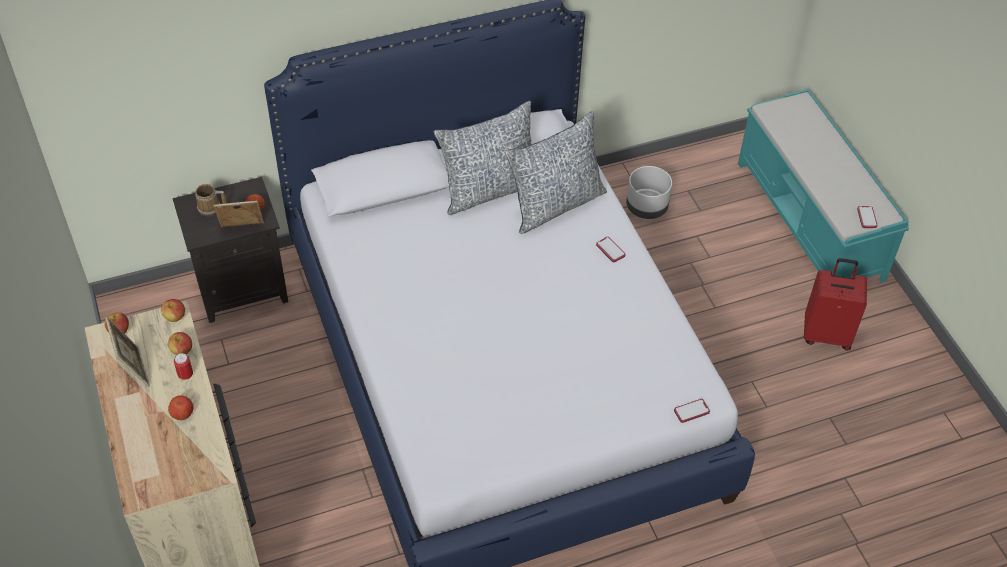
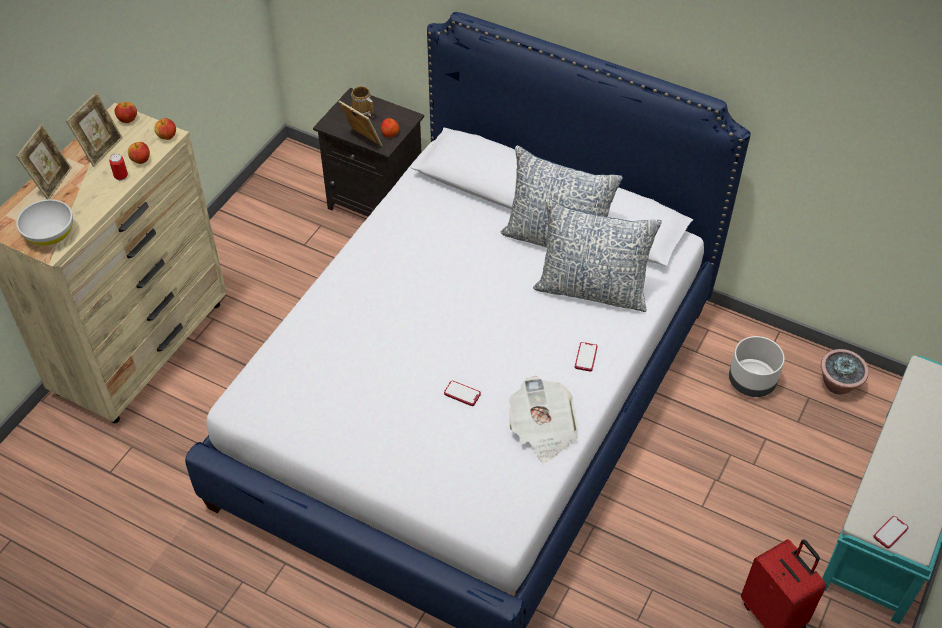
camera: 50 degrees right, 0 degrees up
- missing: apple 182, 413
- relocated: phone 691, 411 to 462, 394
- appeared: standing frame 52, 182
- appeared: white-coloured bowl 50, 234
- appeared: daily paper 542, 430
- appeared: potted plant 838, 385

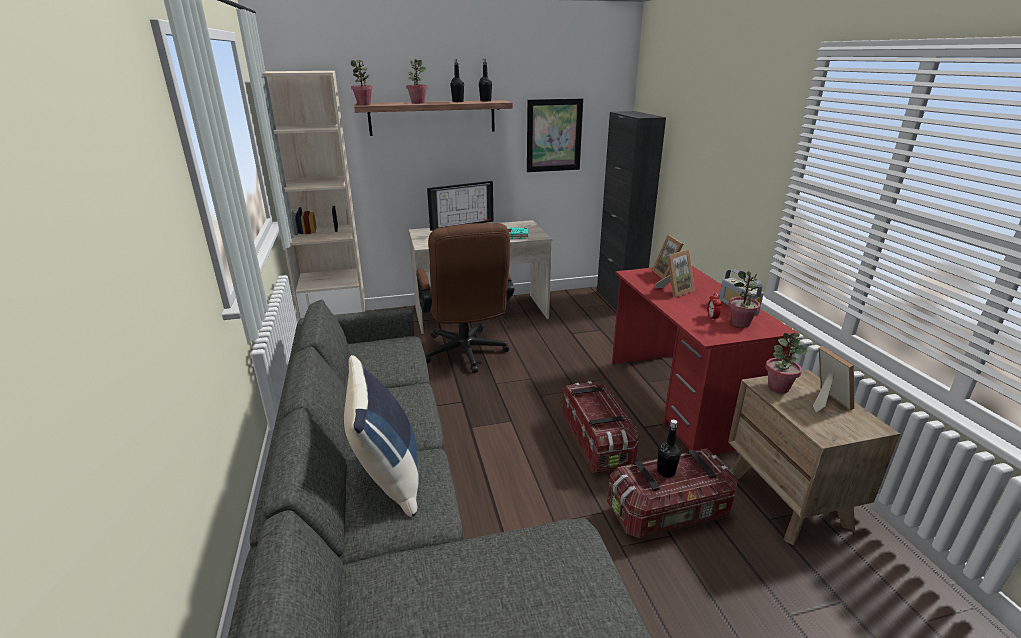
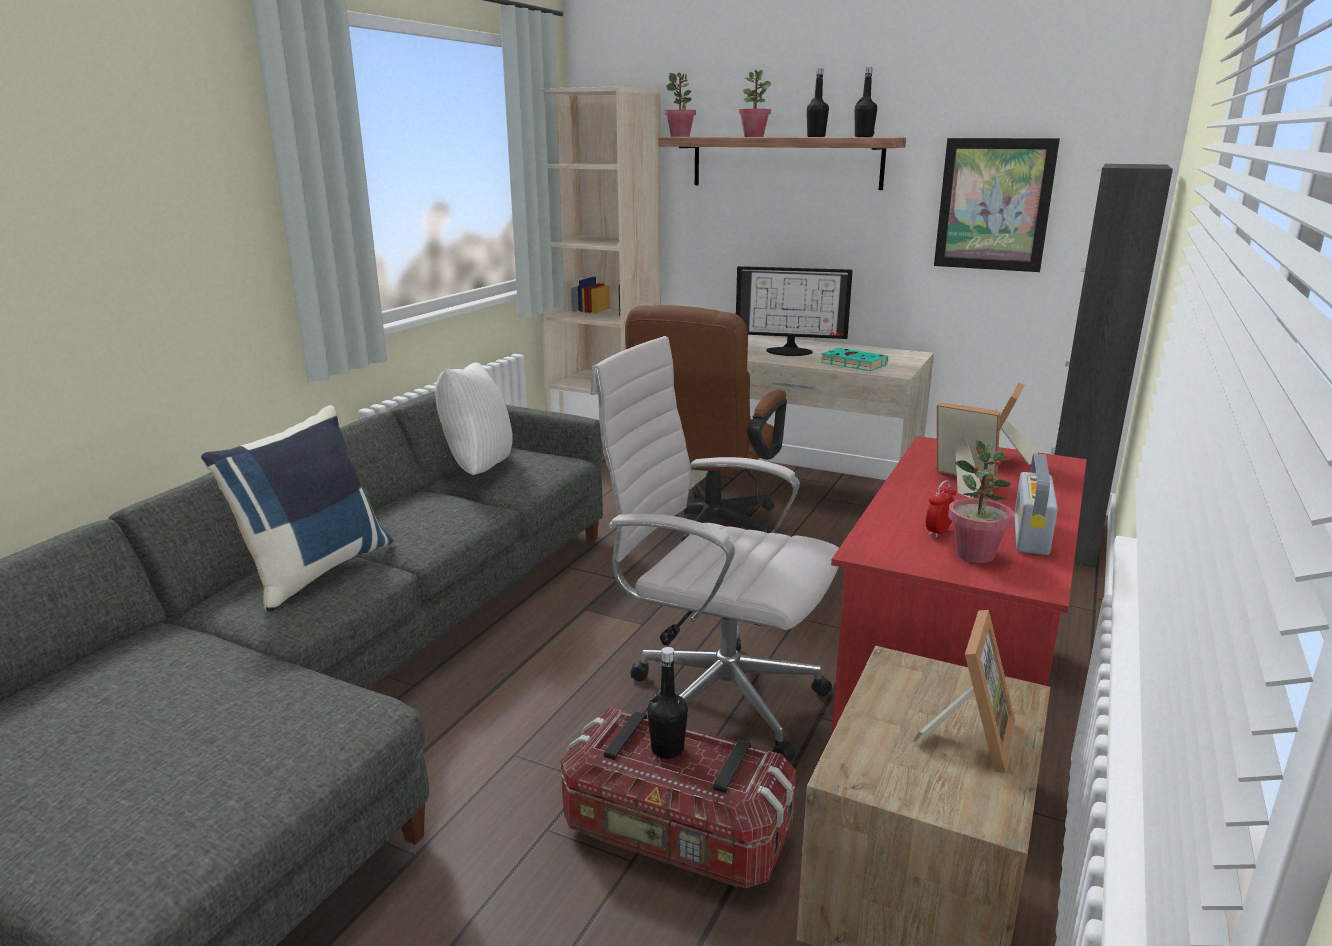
camera: 40 degrees right, 5 degrees down
- exchanged: storage container 597, 442 to white-coloured desk chair 715, 700
- spun: standing frame 675, 290 = 960, 483 150 degrees counterclockwise
- missing: potted plant 778, 388
- appeared: white-coloured pillow 477, 469

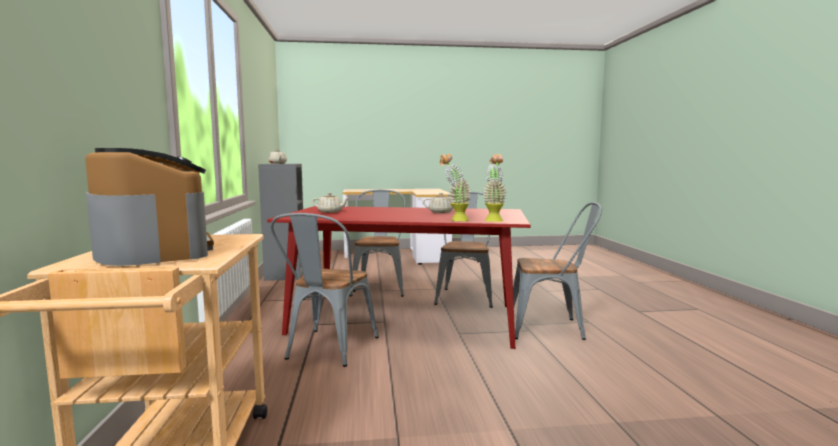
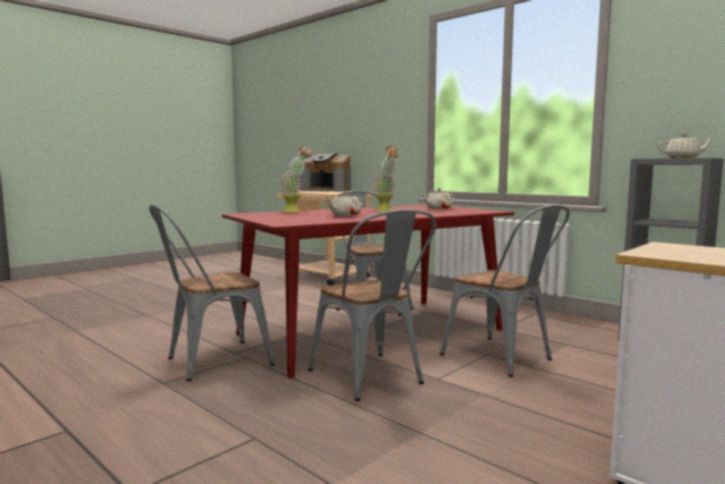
camera: 140 degrees right, 0 degrees up
- relocated: potted plant 493, 220 to 386, 211

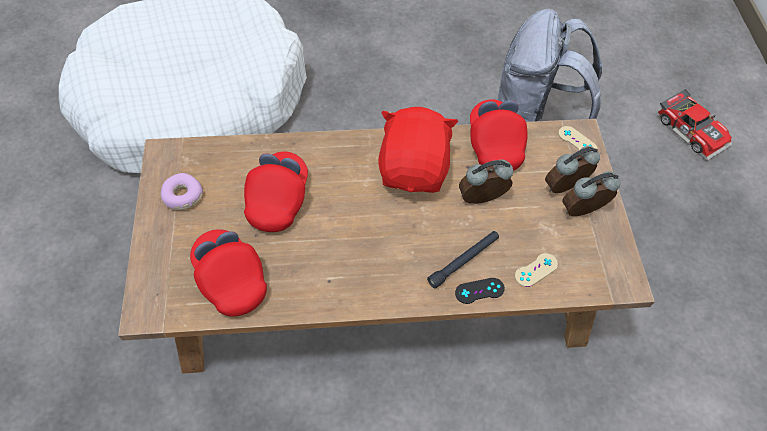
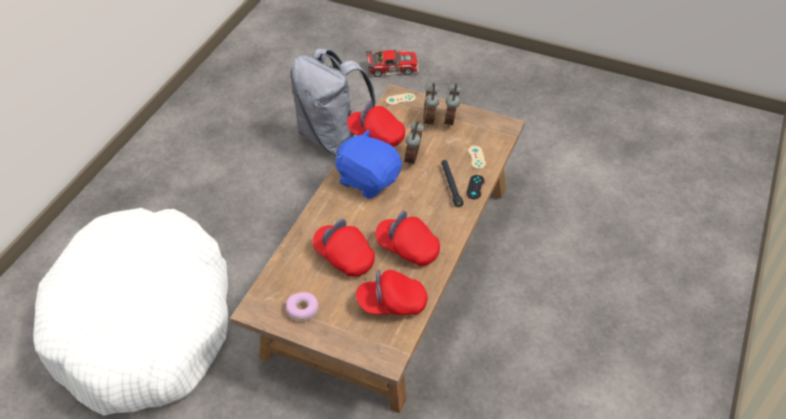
camera: 60 degrees left, 10 degrees down
- colour: red soft toy 414, 169 to bluish soft toy 368, 180
- appeared: red baseball cap 407, 248

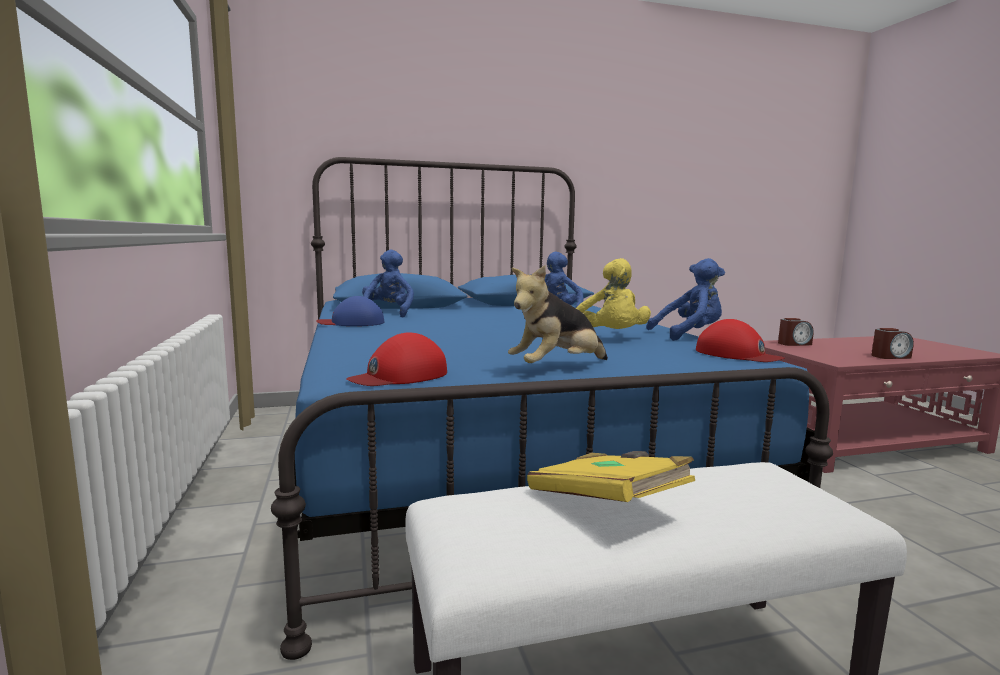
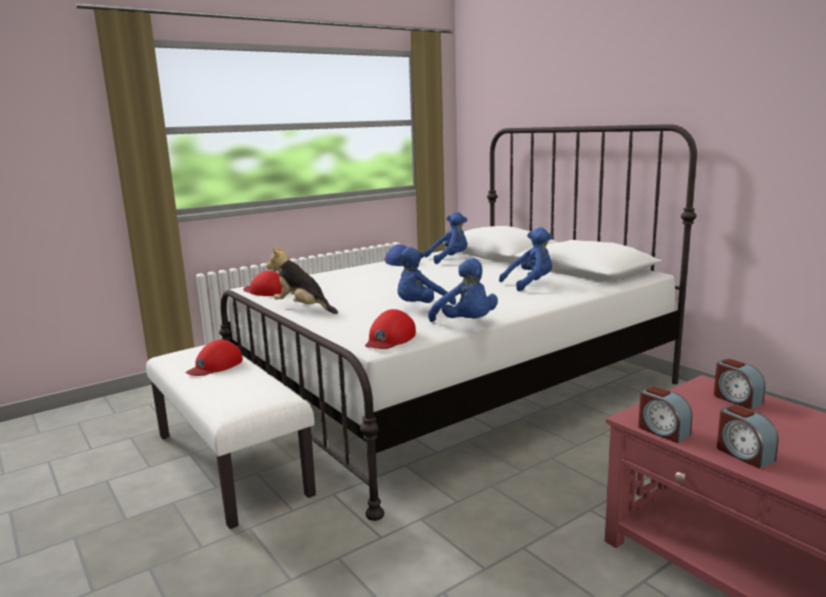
camera: 70 degrees right, 5 degrees up
- colour: bluish bed 492, 462 to white-coloured bed 453, 389
- exchanged: yellow-coloured bound book 607, 504 to red baseball cap 215, 366
- colour: yellow-coloured soft toy 611, 337 to bluish soft toy 421, 308
- appeared: alarm clock 662, 431

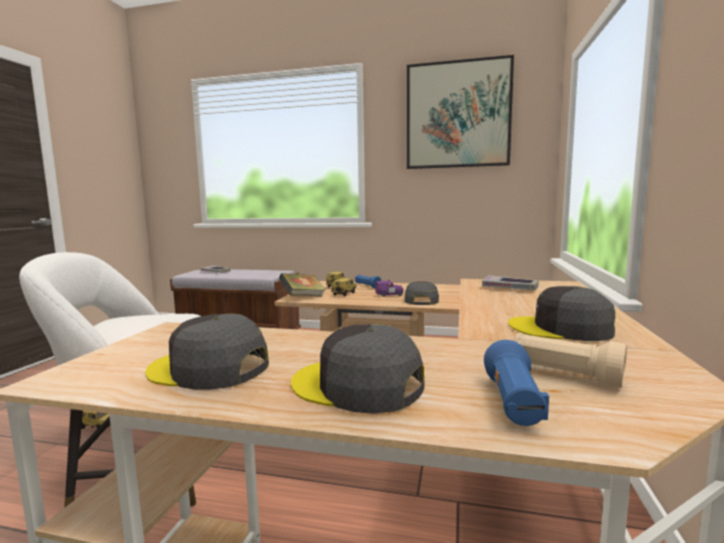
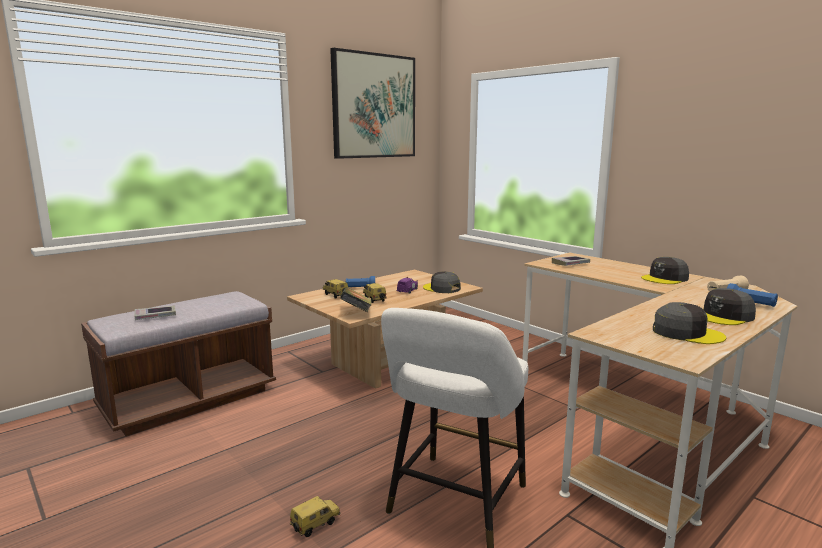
camera: 55 degrees left, 5 degrees up
- spun: greyish baseball cap 208, 369 = 686, 333 120 degrees counterclockwise

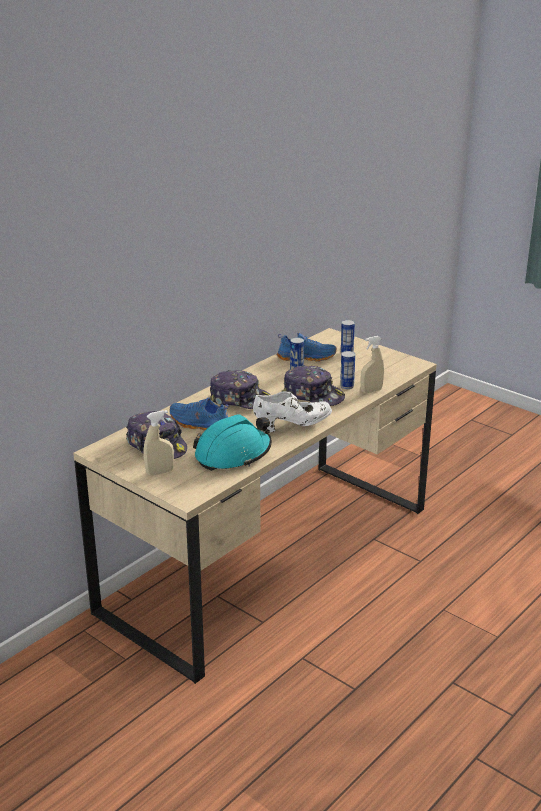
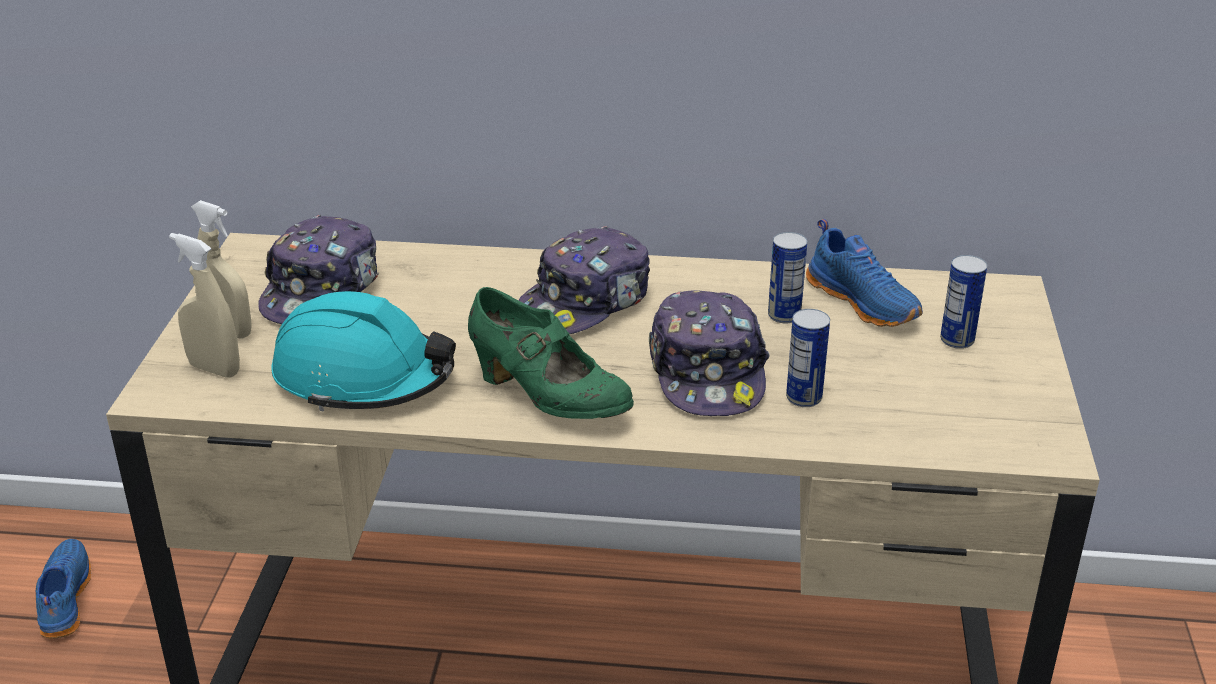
camera: 55 degrees right, 5 degrees up
- relocated: bluish item of footwear 199, 425 to 63, 599
- spun: baseball cap 240, 400 = 586, 302 60 degrees clockwise
- colour: white-coloured item of footwear 293, 426 to greenish item of footwear 548, 399
- relocated: beige sprayer 371, 391 to 214, 369

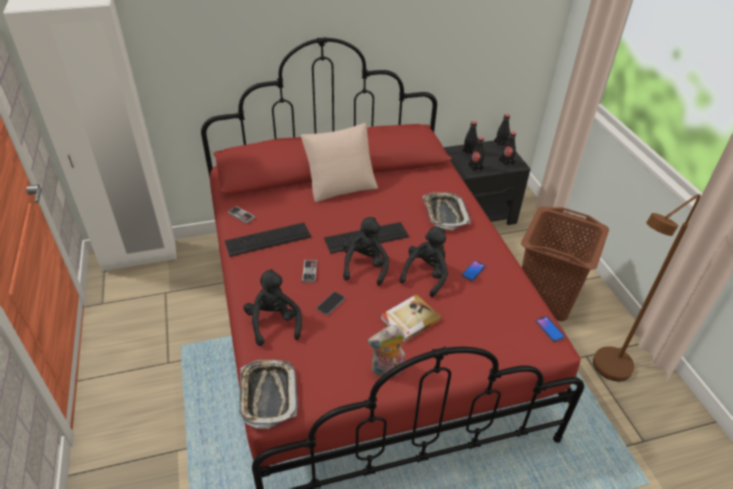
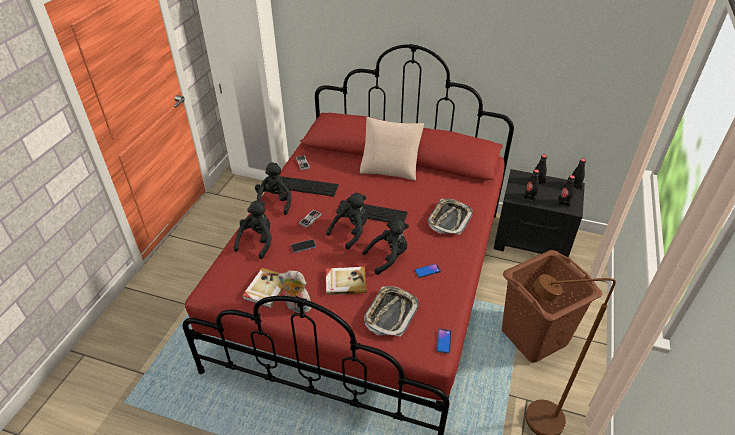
camera: 35 degrees right, 0 degrees up
- relocated: serving tray 268, 395 to 391, 314
- appeared: bound book 266, 289
- appeared: black soft toy 274, 202

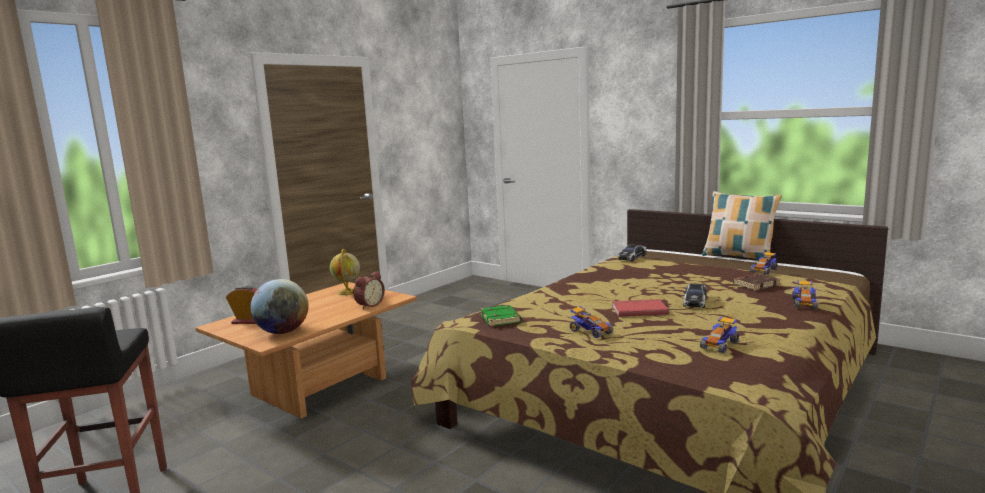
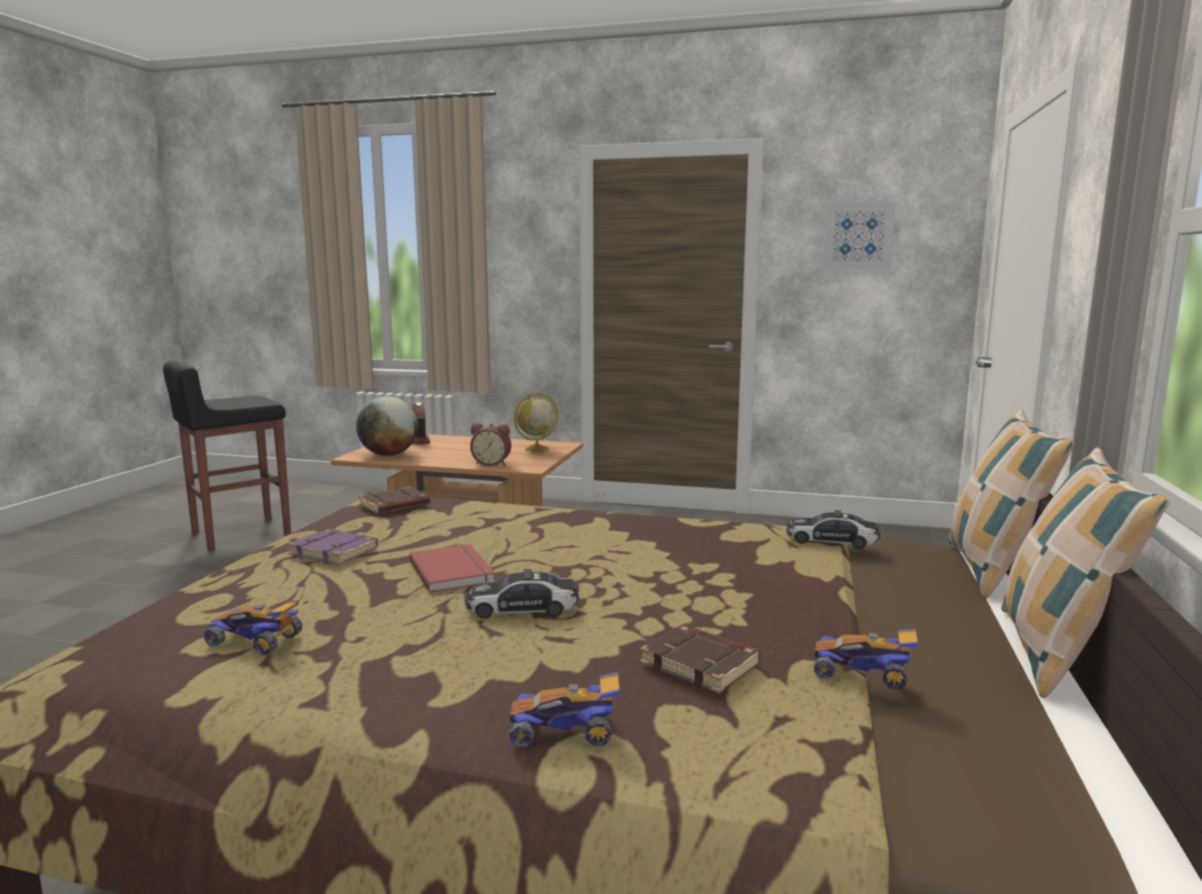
camera: 65 degrees right, 0 degrees up
- colour: greenish bound book 501, 319 to brownish bound book 394, 506
- exchanged: miniature car 590, 331 to purplish bound book 335, 552
- appeared: wall picture 858, 236
- appeared: pillow 993, 571

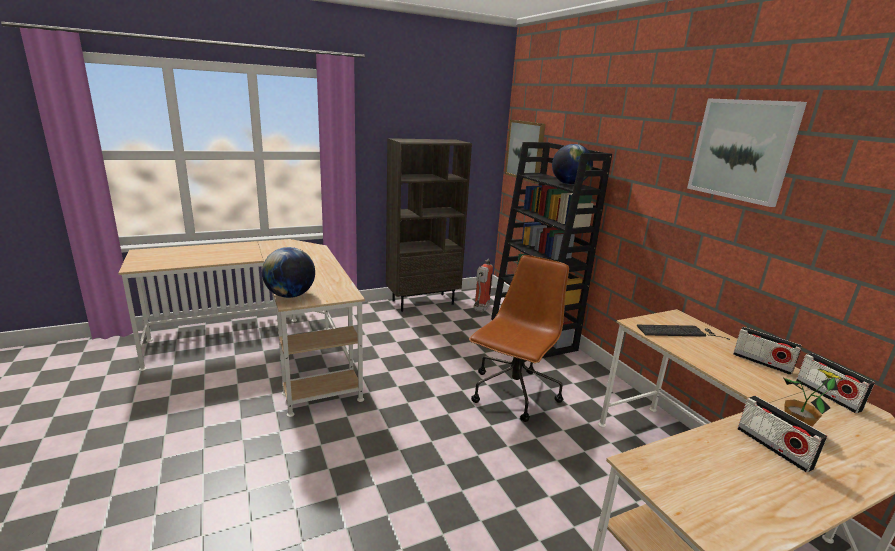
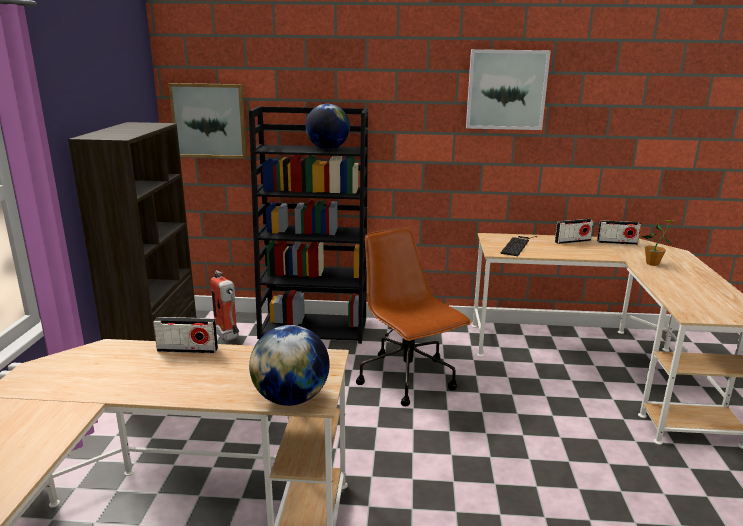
camera: 60 degrees left, 0 degrees up
- relocated: radio receiver 773, 448 to 187, 350

